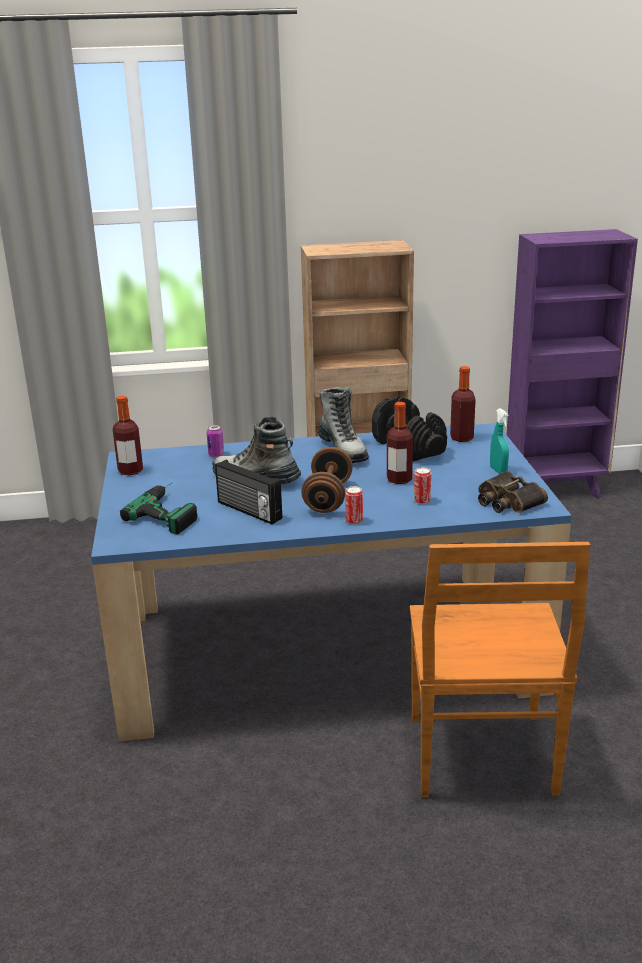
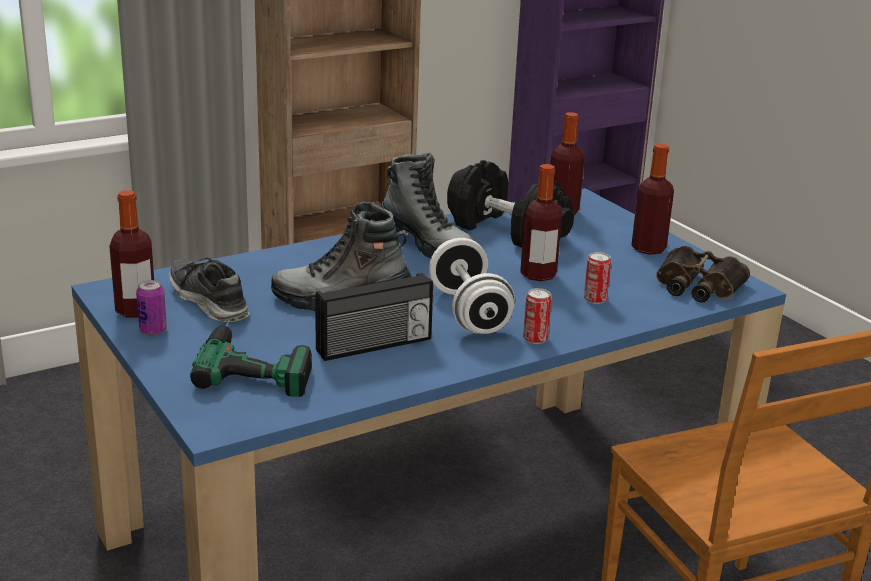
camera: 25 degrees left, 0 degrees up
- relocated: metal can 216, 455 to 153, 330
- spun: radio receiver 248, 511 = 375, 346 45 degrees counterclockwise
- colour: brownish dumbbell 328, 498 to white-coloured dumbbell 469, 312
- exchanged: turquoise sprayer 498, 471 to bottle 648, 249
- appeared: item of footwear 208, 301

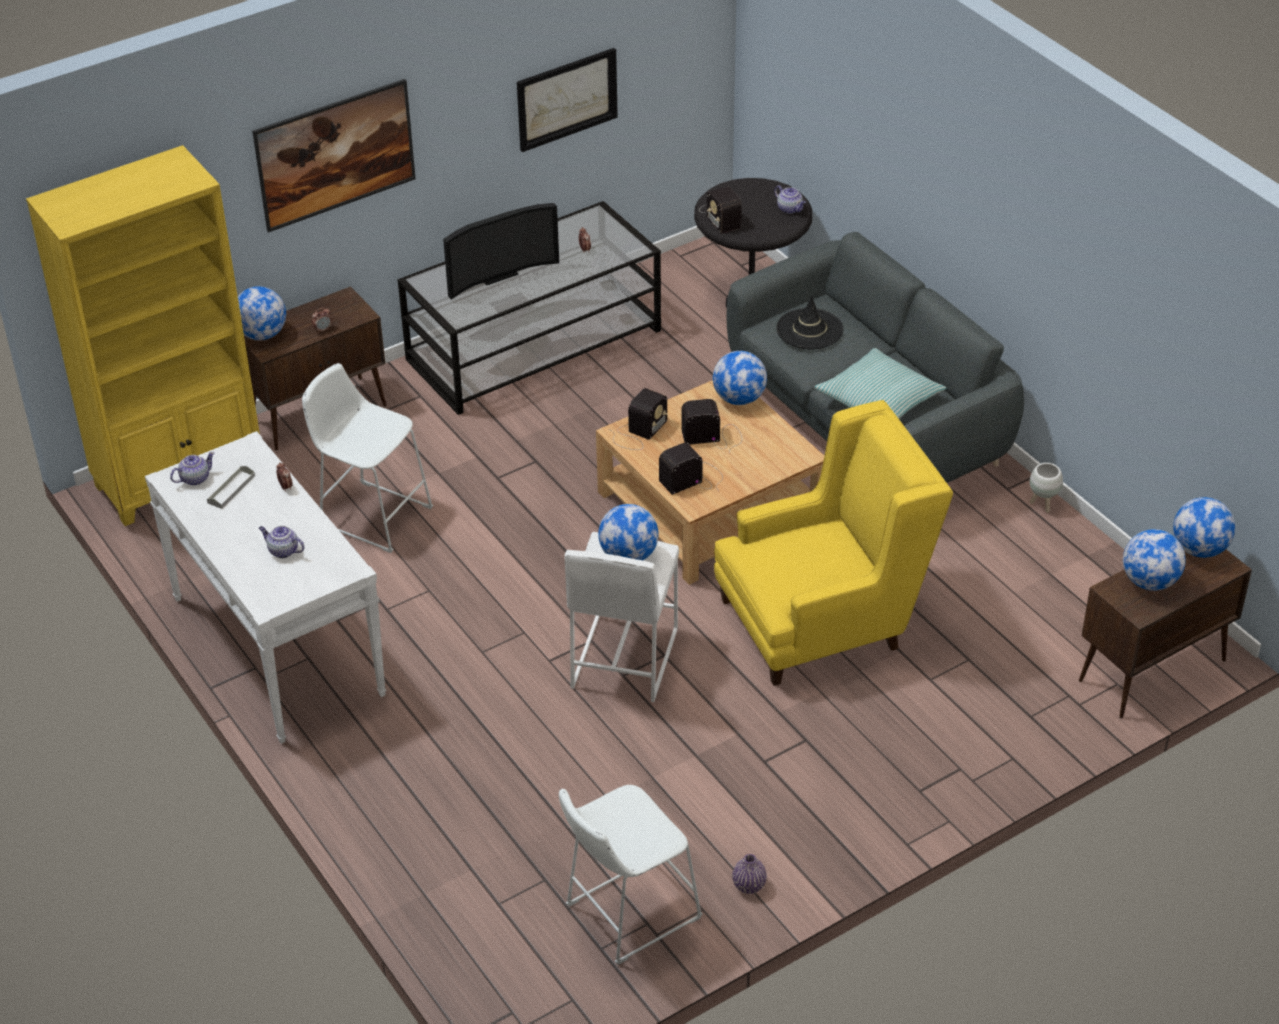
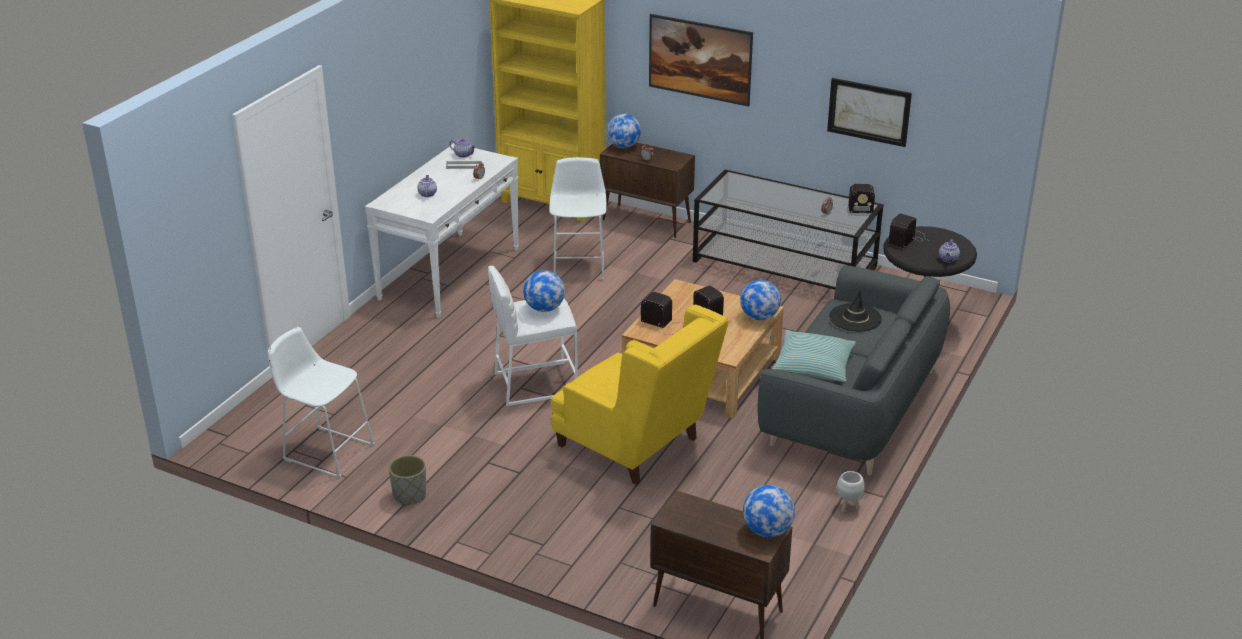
camera: 60 degrees right, 10 degrees down
- missing: TV set 497, 274
- relocated: radio receiver 638, 432 to 851, 208
- missing: purplish vase 749, 885
- missing: globe 1149, 582
- appeared: greyish flower pot 409, 495

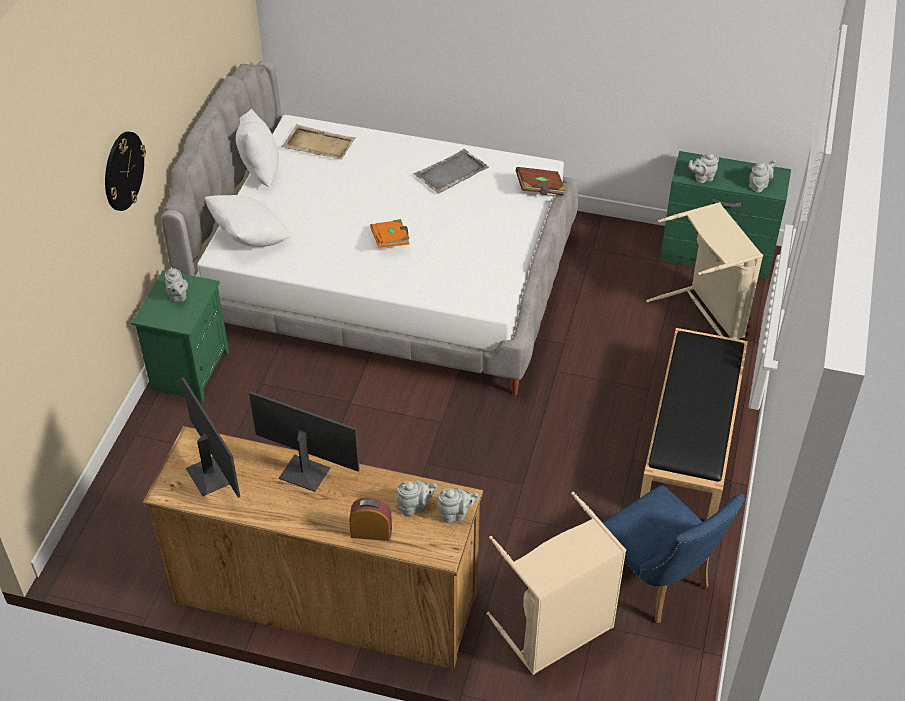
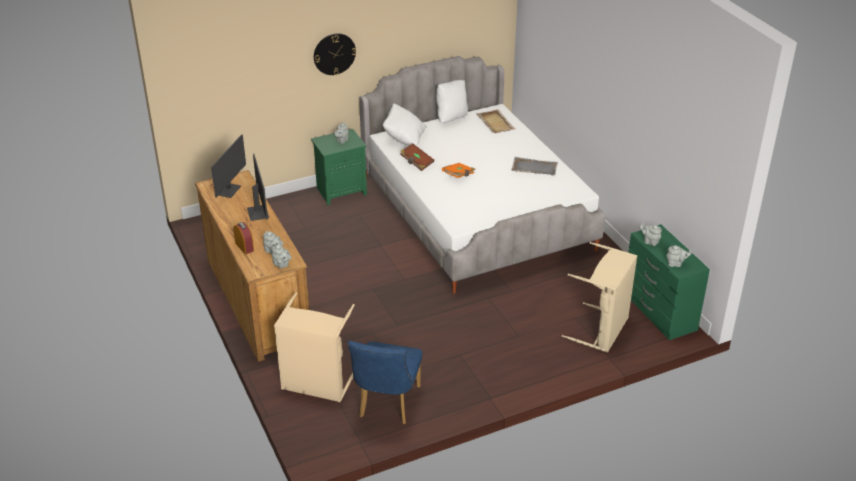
camera: 50 degrees right, 10 degrees down
- relocated: brownish bound book 540, 189 to 416, 162
- missing: black indoor bench 690, 446

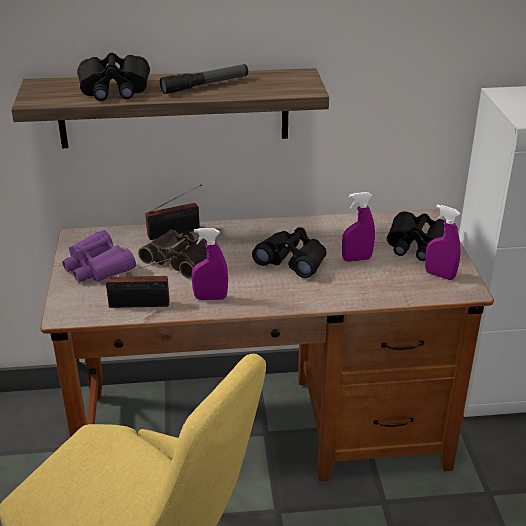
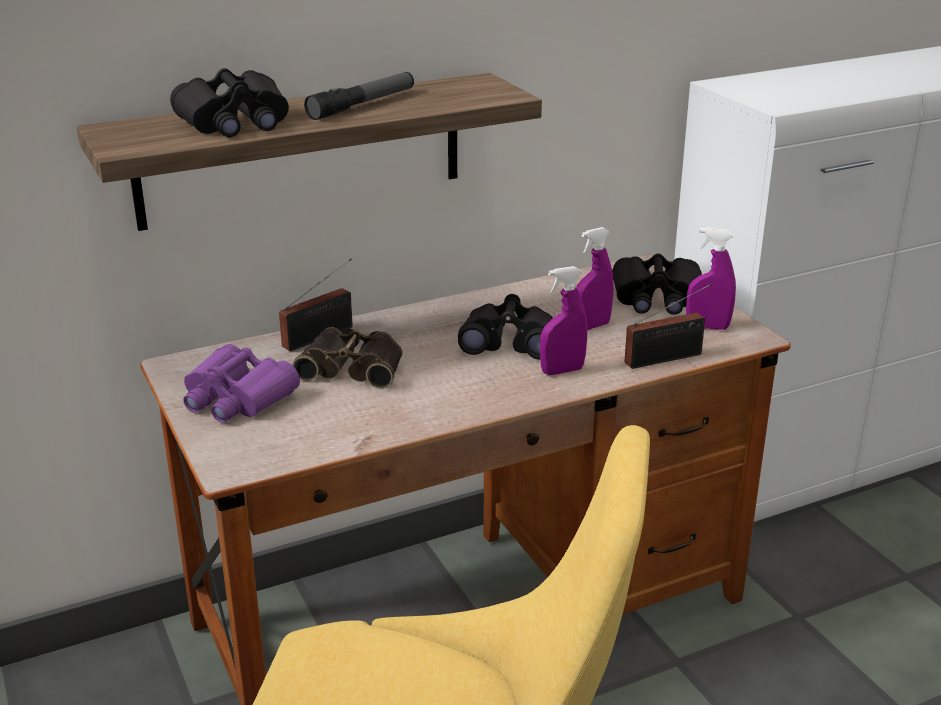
camera: 20 degrees left, 5 degrees down
- relocated: radio receiver 143, 304 to 667, 358
- relocated: purplish sprayer 210, 298 to 562, 371

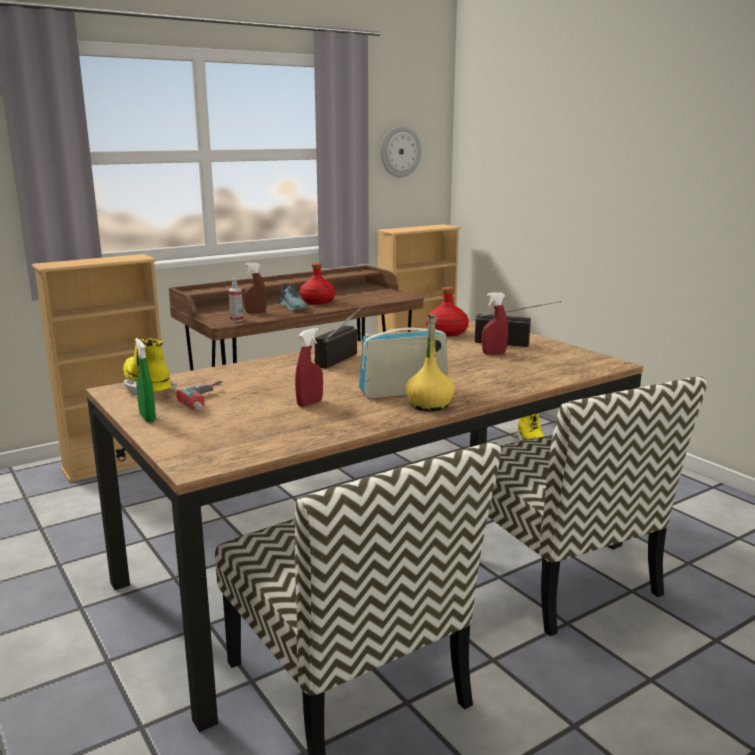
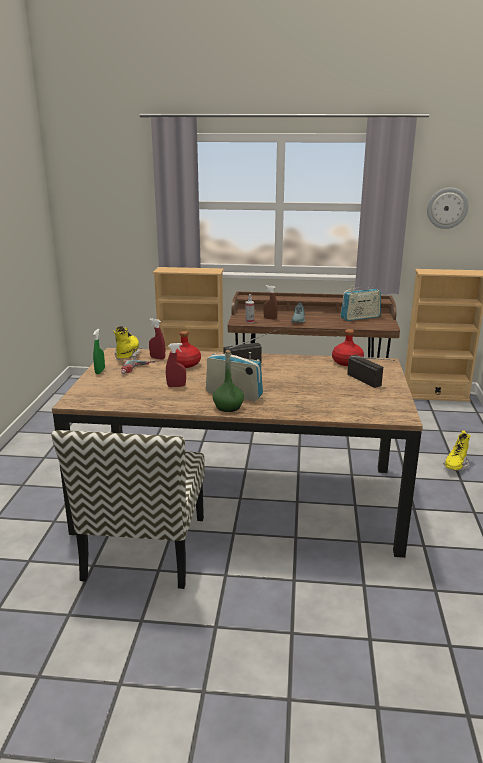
camera: 40 degrees right, 5 degrees up
- relocated: red bottle 318, 301 to 185, 364
- colour: yellow-coloured bottle 429, 405 to greenish bottle 228, 407
- relocated: red sprayer 494, 353 to 157, 358
- missing: plain chair 558, 575
- appeared: radio receiver 360, 318

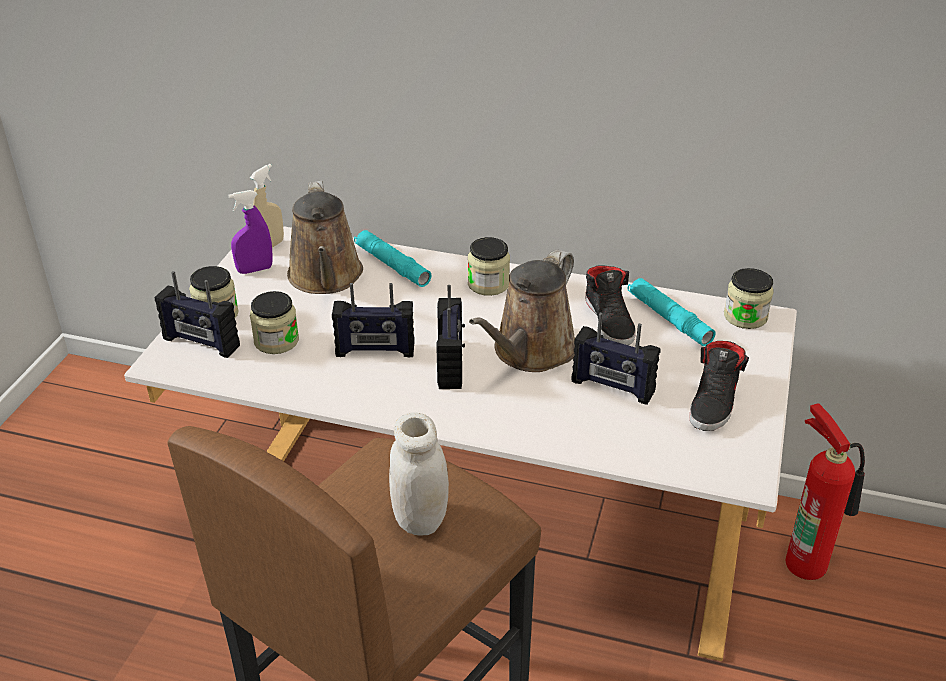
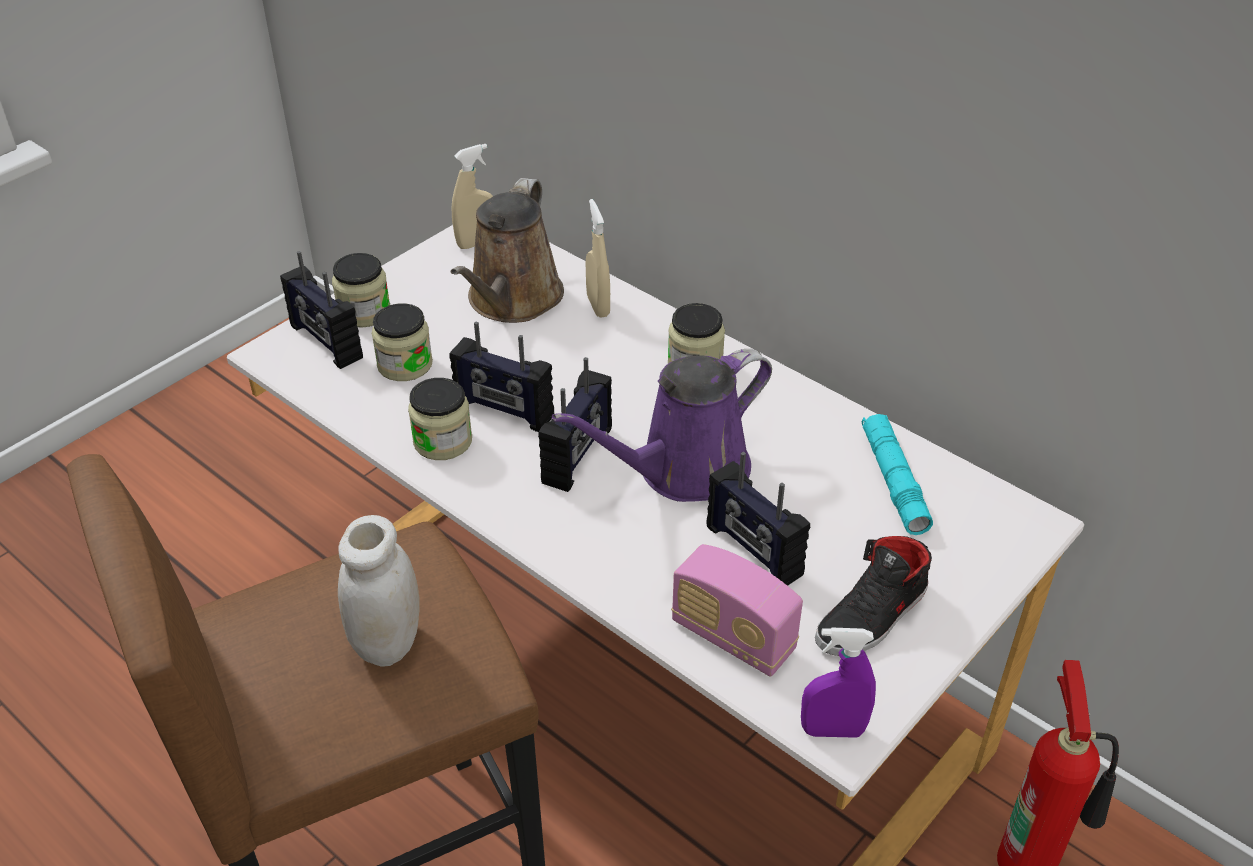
camera: 25 degrees right, 5 degrees up
- relocated: purplish sprayer 255, 269 to 832, 730
- exchanged: turquoise hand torch 392, 265 to beige sprayer 598, 306
- colour: brownish sprinkling can 530, 352 to purplish sprinkling can 684, 470
- missing: black item of footwear 609, 320
- relocated: jar 745, 316 to 443, 441
- appeared: radio receiver 733, 637

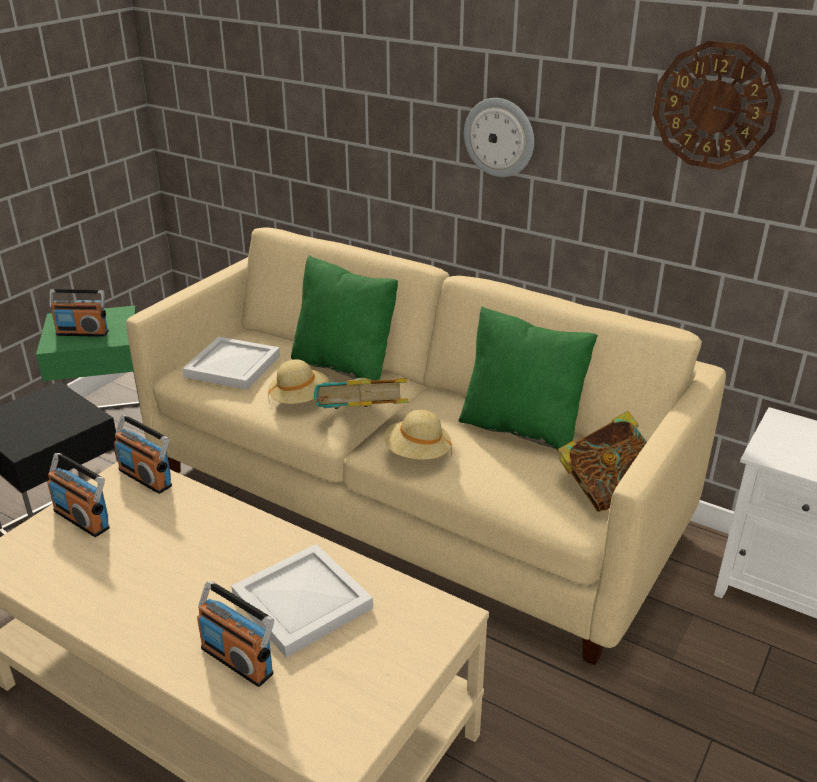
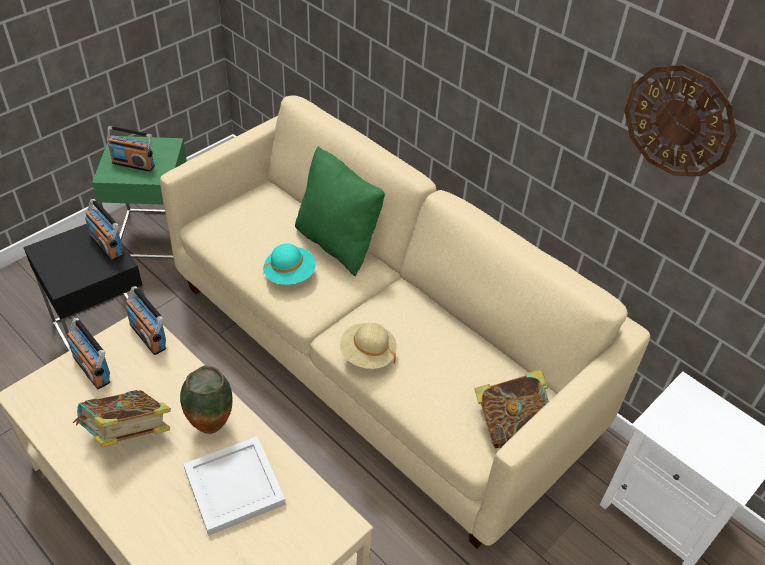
camera: 10 degrees right, 15 degrees up
- missing: white-coloured serving tray 233, 367
- relocated: radio receiver 238, 660 to 107, 245
- colour: beige hat 300, 399 to turquoise hat 290, 274
- relocated: bound book 361, 421 to 128, 434
- missing: greenish pillow 521, 428
- missing: hanging clock 499, 137
- appeared: vase 211, 425

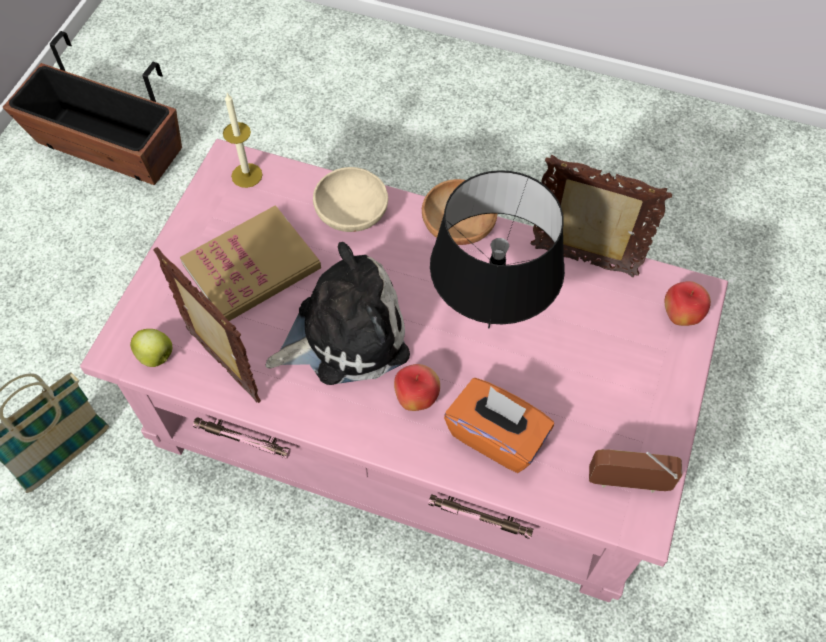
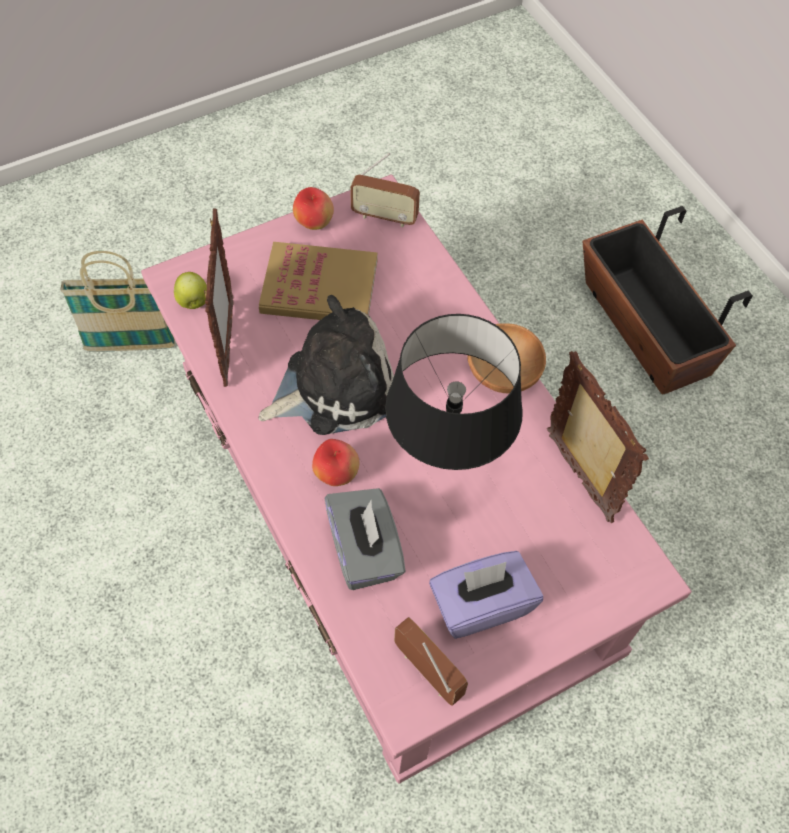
camera: 40 degrees right, 0 degrees up
- relocated: flower pot 108, 147 to 644, 329
- exchanged: candle 247, 175 to radio receiver 384, 217
- spun: soft toy 344, 334 = 334, 386 45 degrees counterclockwise
- missing: beige bowl 353, 216
- colour: orangey tissue holder 496, 436 to greyish tissue holder 365, 551
- relocated: apple 680, 316 to 314, 223
- appeared: purplish tissue holder 481, 604

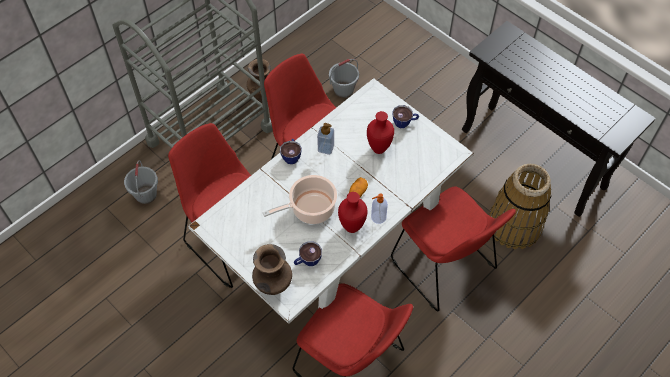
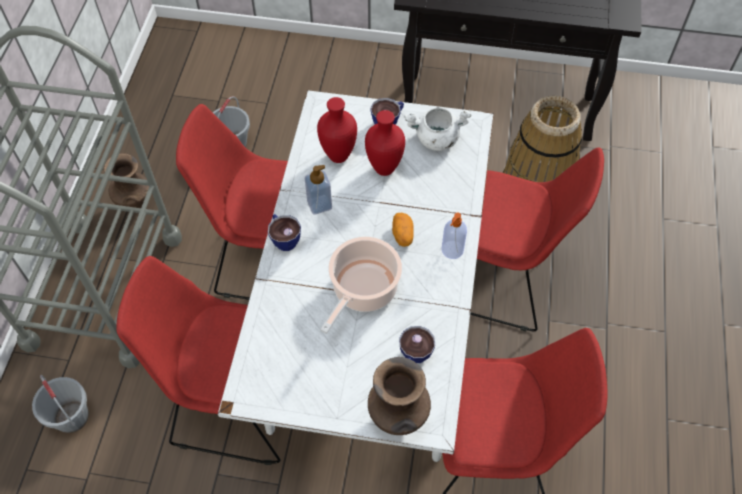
camera: 35 degrees left, 0 degrees up
- relocated: red vase 351, 228 to 339, 157
- appeared: white-coloured stockpot 436, 139

